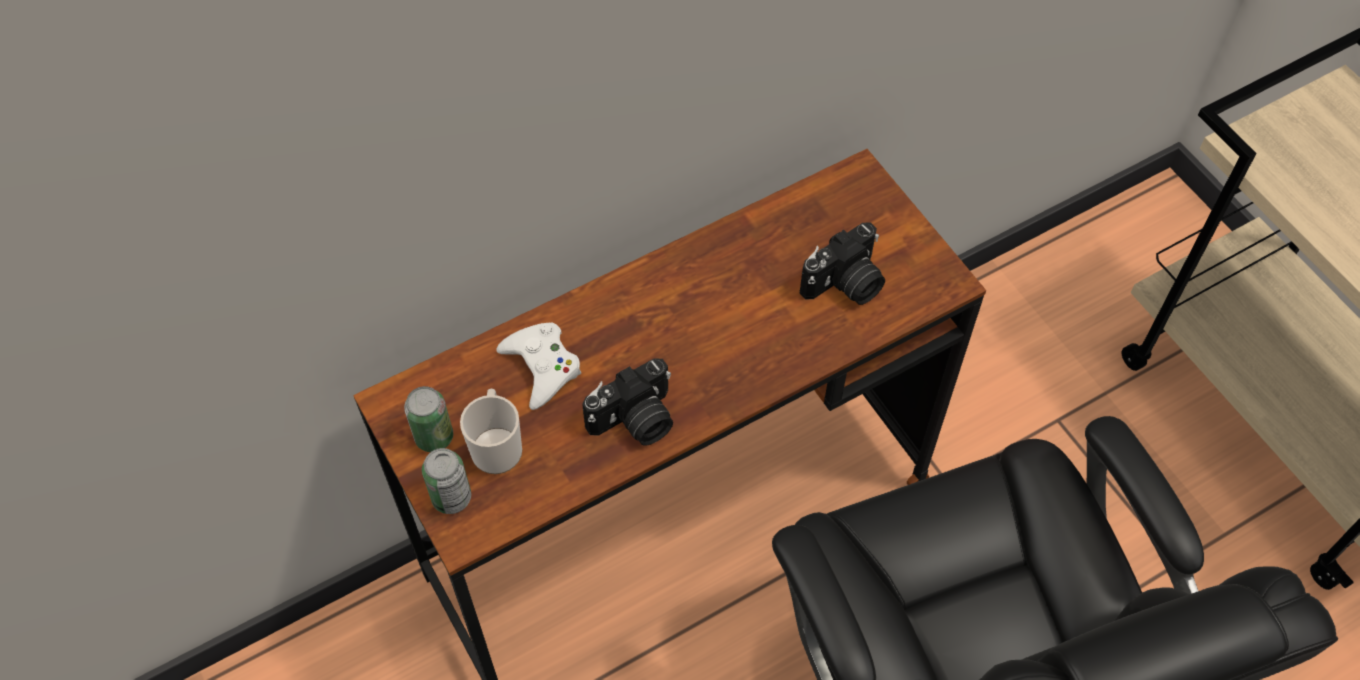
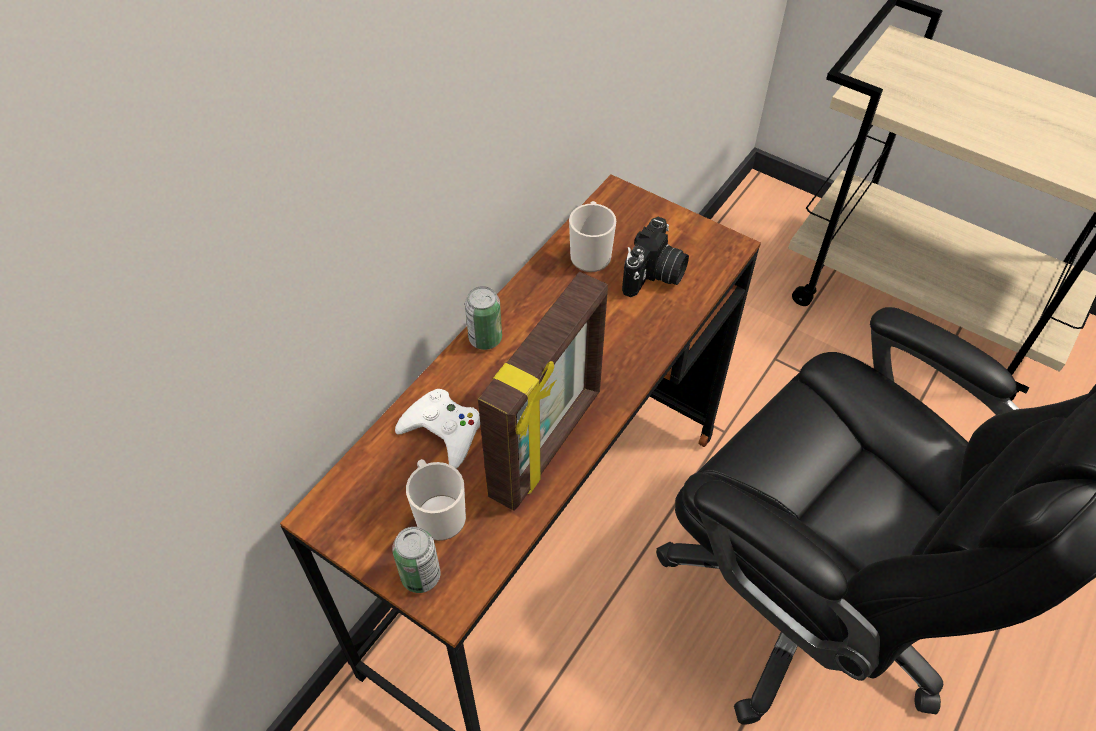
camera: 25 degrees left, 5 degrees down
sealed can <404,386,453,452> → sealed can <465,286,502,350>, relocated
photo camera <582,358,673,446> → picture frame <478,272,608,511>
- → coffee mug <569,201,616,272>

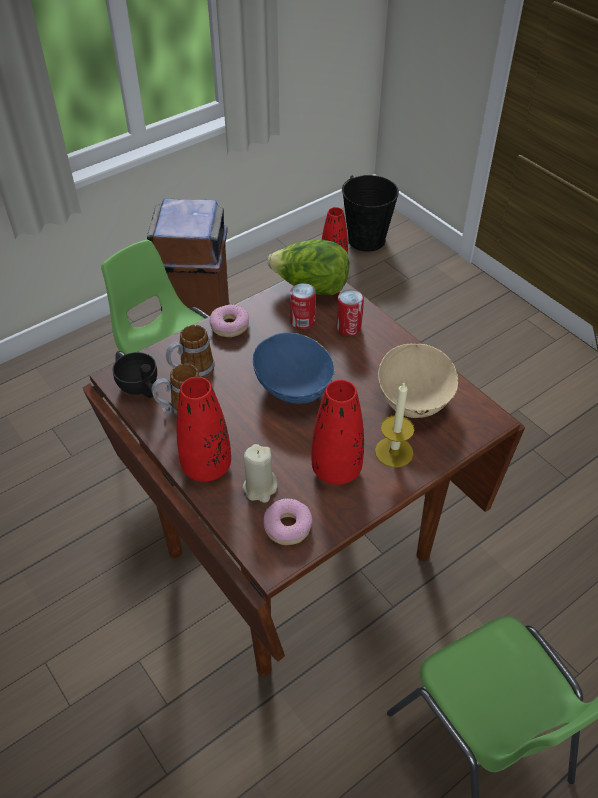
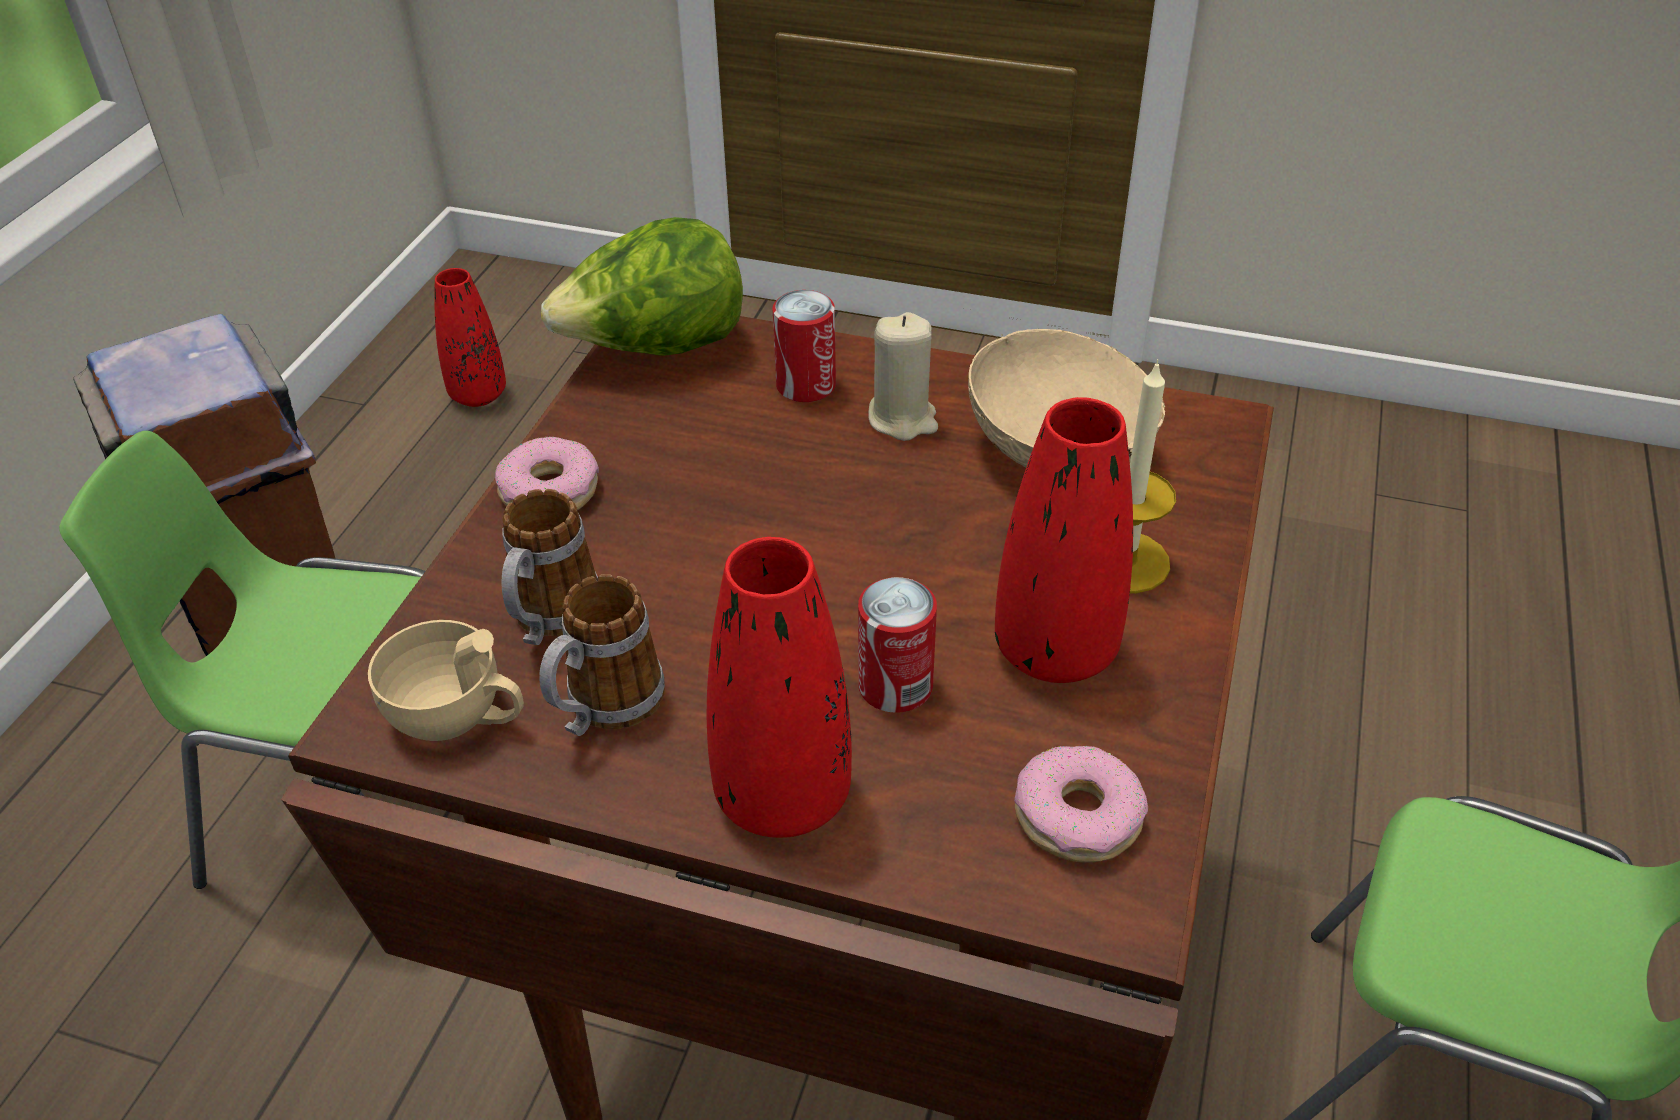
camera: 35 degrees left, 5 degrees down
blackish drinking cup <113,352,157,398> → beige-coloured drinking cup <368,620,524,741>
sealed can <290,283,316,329> → sealed can <858,577,937,713>, relocated
beige-coloured wax light <243,444,277,503> → beige-coloured wax light <868,312,938,441>, relocated
blue-coloured serving bowl <253,333,335,404> → -
blackish water bucket <342,175,399,252> → -

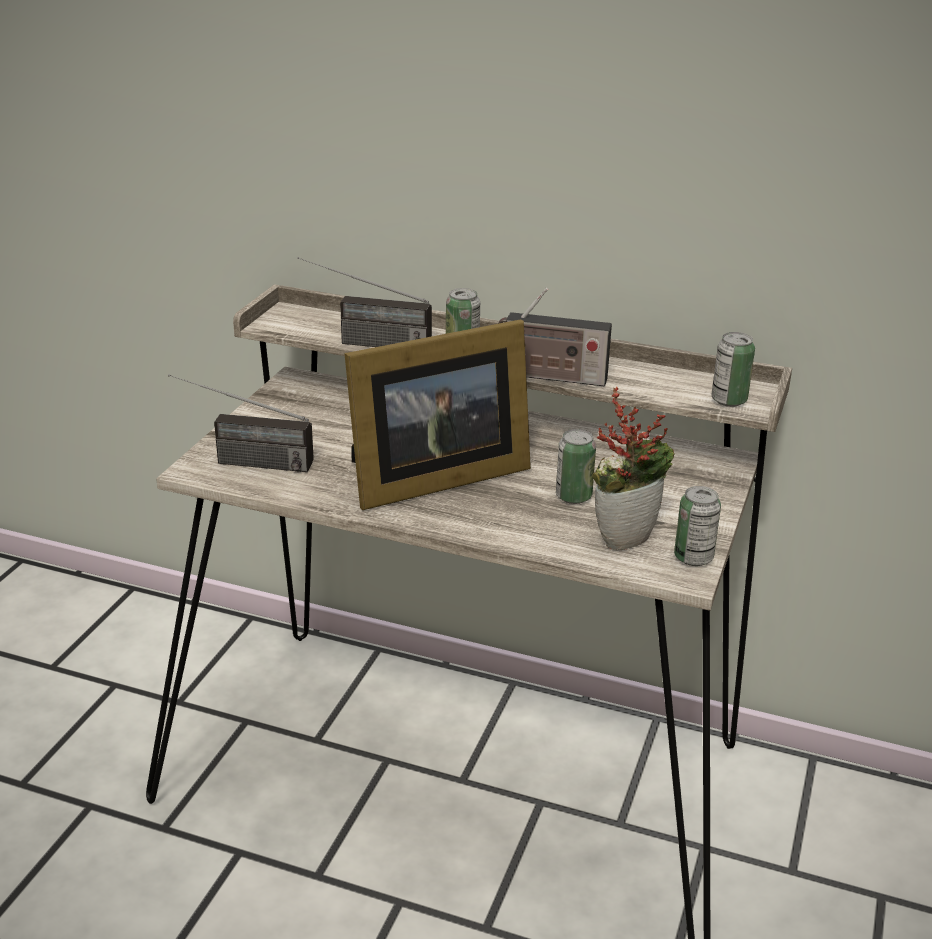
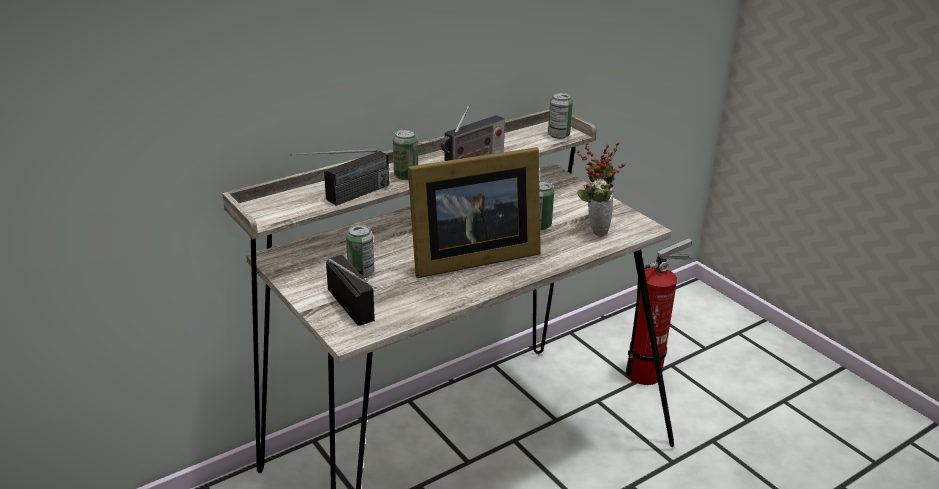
camera: 55 degrees left, 0 degrees up
radio set <168,374,314,472> → radio set <326,255,376,326>, 75 degrees counterclockwise
sealed can <674,486,721,566> → sealed can <346,225,374,278>, relocated
picture frame <344,319,531,510> → picture frame <408,147,541,278>, 60 degrees clockwise
- → extinguisher <625,238,692,385>

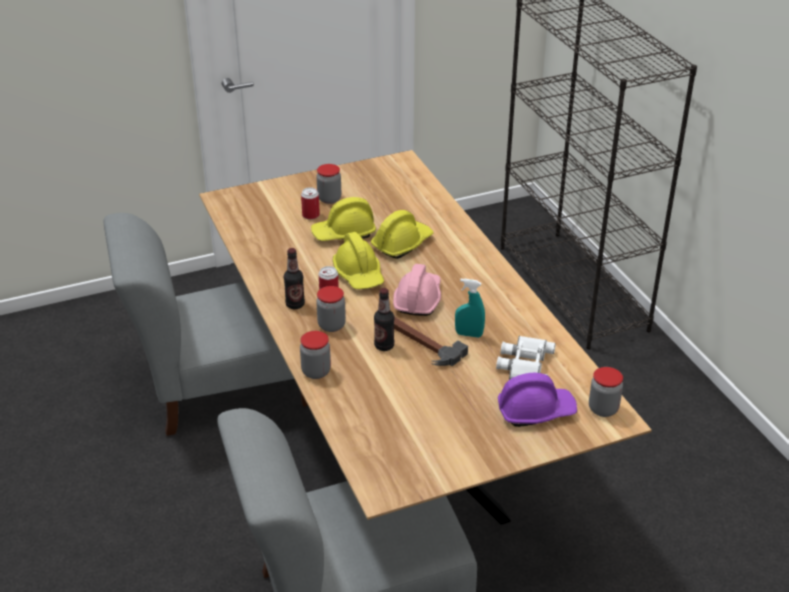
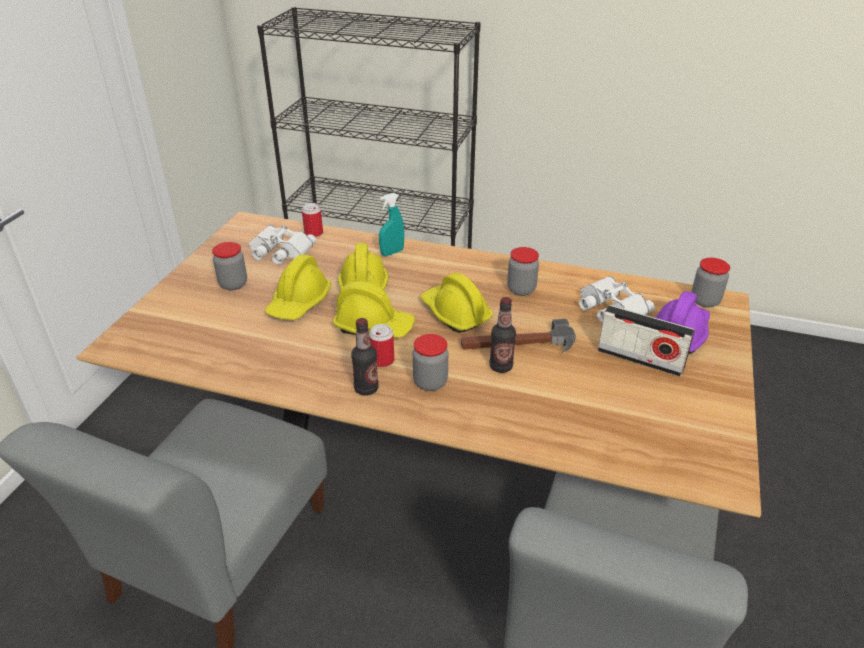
camera: 50 degrees left, 0 degrees up
- → white binoculars <249,225,316,265>
sealed can <301,187,320,220> → sealed can <302,203,323,237>, relocated
blue-green hand sprayer <455,278,485,338> → blue-green hand sprayer <379,193,404,256>, relocated
pinkish work helmet <393,264,441,316> → yellow-coloured work helmet <420,273,493,333>
storage jar <300,331,331,379> → storage jar <507,247,539,296>, relocated
- → radio set <598,305,695,377>

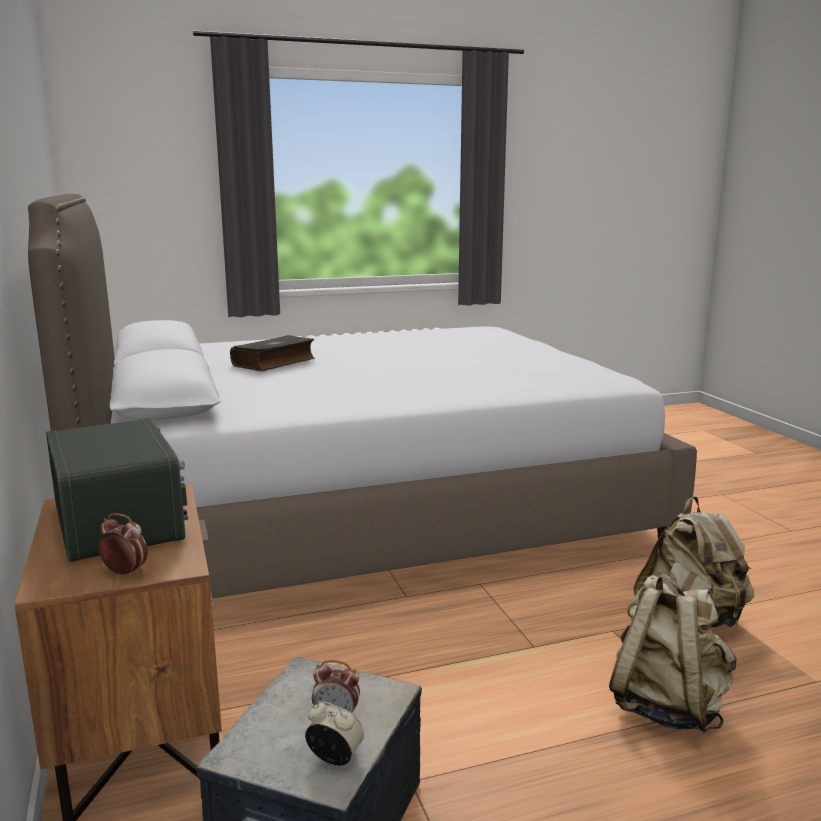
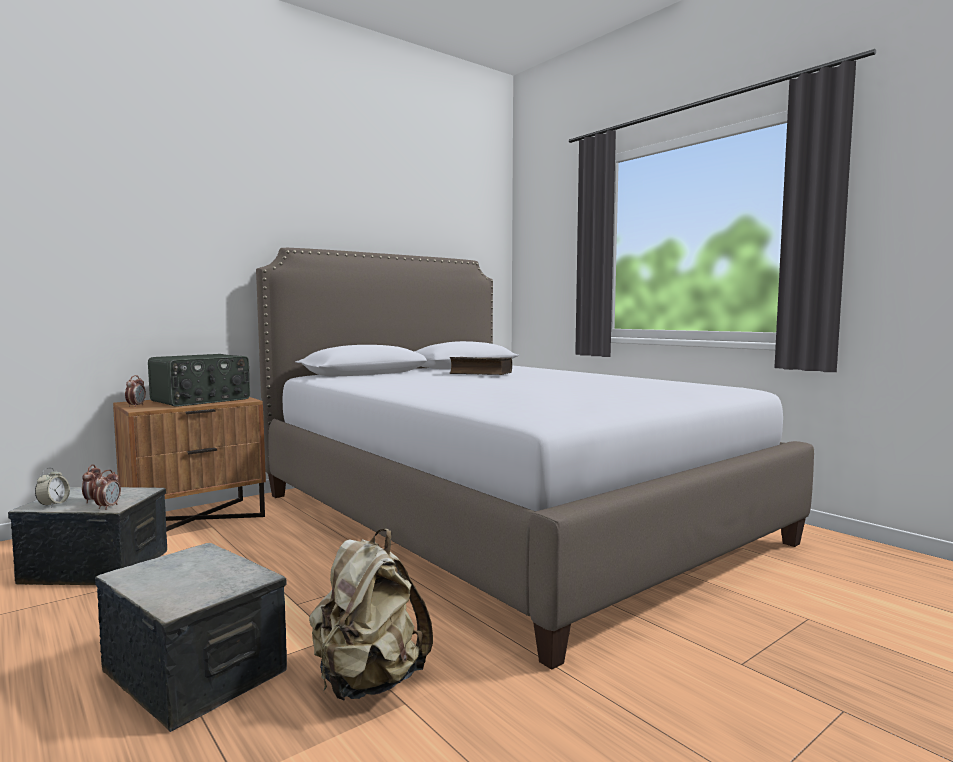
camera: 70 degrees right, 10 degrees down
- → alarm clock <93,470,121,510>
beige-coloured backpack <609,573,736,732> → storage container <95,543,287,732>

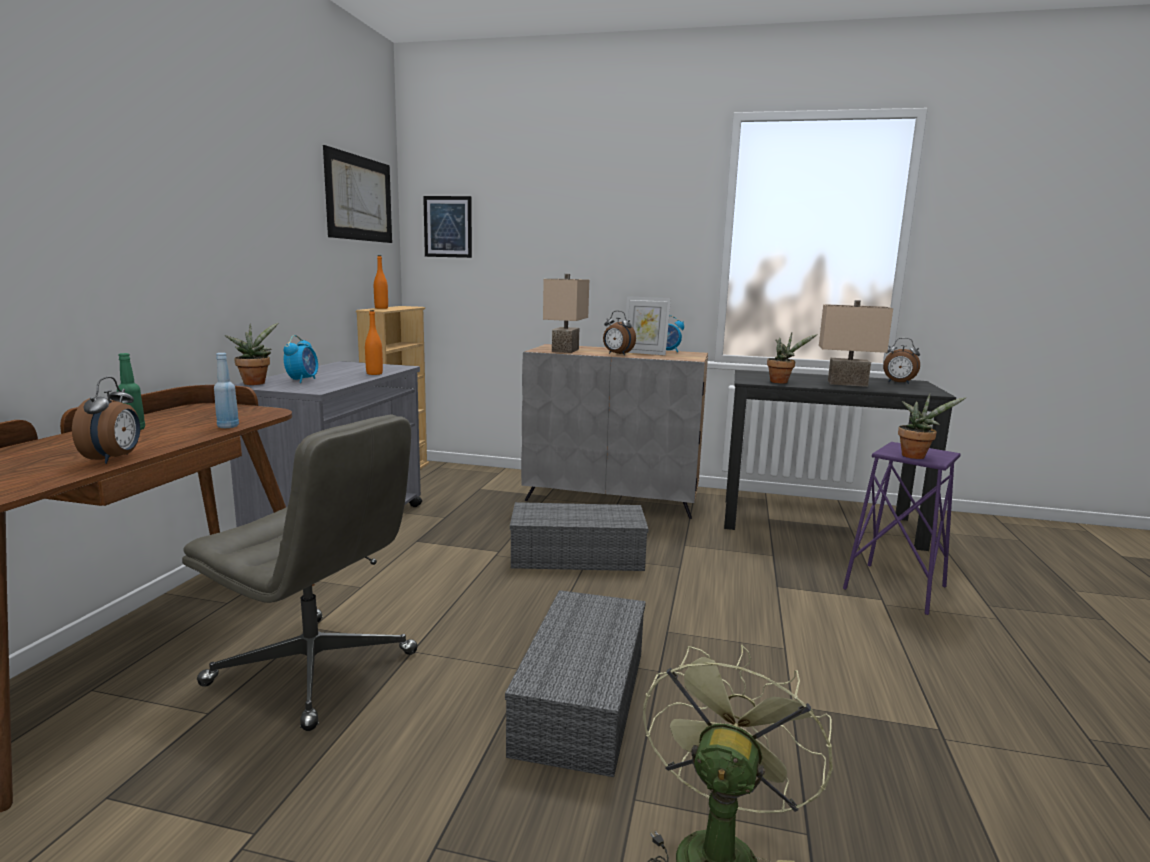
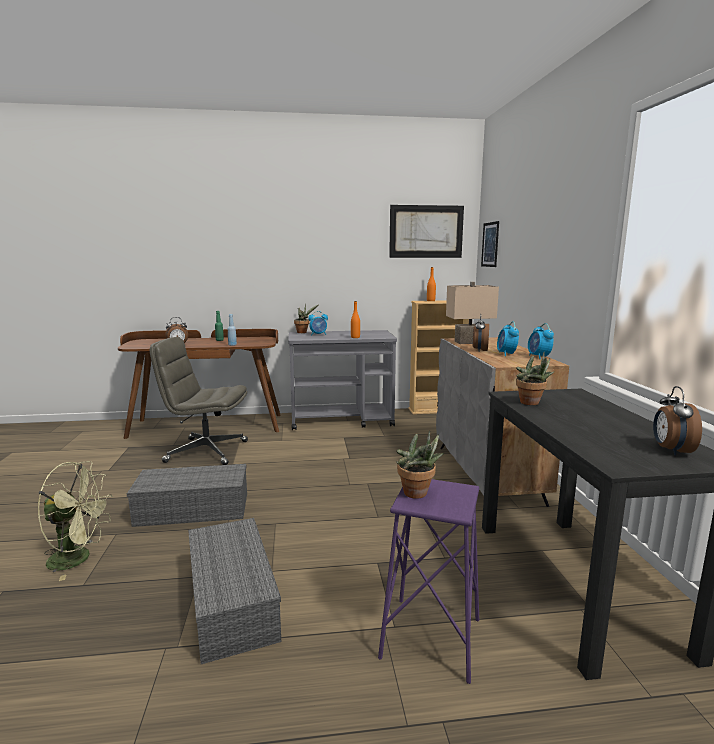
camera: 70 degrees right, 0 degrees up
greyish computer chair <182,414,418,731> → greyish computer chair <150,337,248,465>, 90 degrees clockwise
greyish storage container <510,502,648,571> → greyish storage container <188,518,281,664>, relocated
picture frame <625,296,671,355> → alarm clock <497,321,519,356>
beige-coloured lamp for a table <819,300,893,387> → -

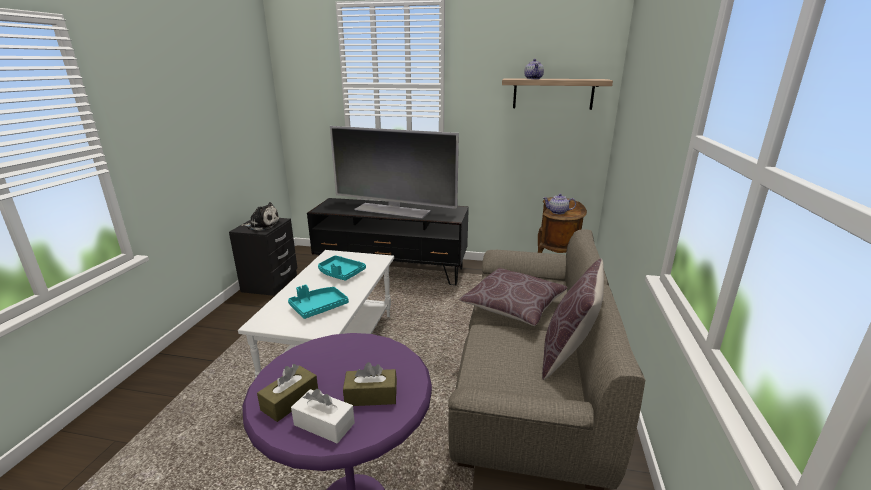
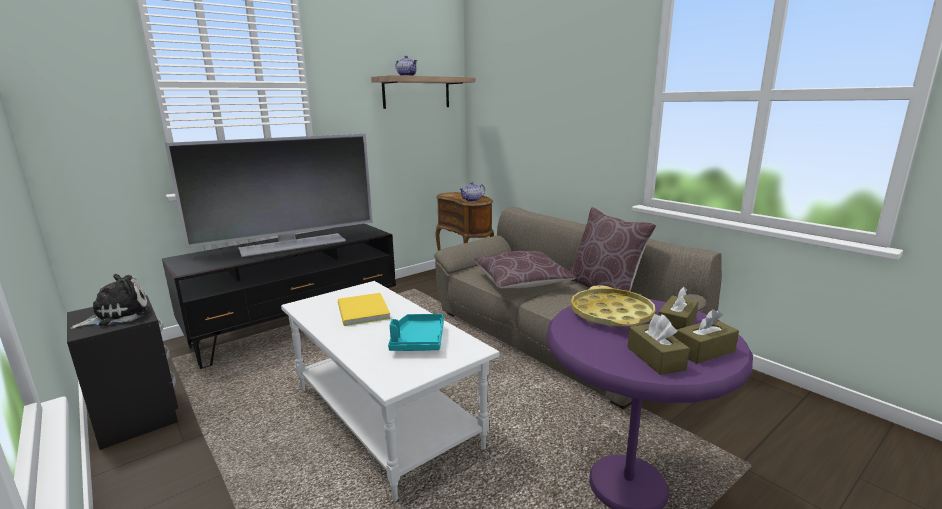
camera: 50 degrees left, 5 degrees down
blue-green carrying tray <318,255,366,281> → yellow-coloured book <338,293,391,326>
- → yellow-coloured carrying tray <571,286,655,327>
white tissue holder <291,389,355,443> → brownish tissue holder <675,309,739,364>

